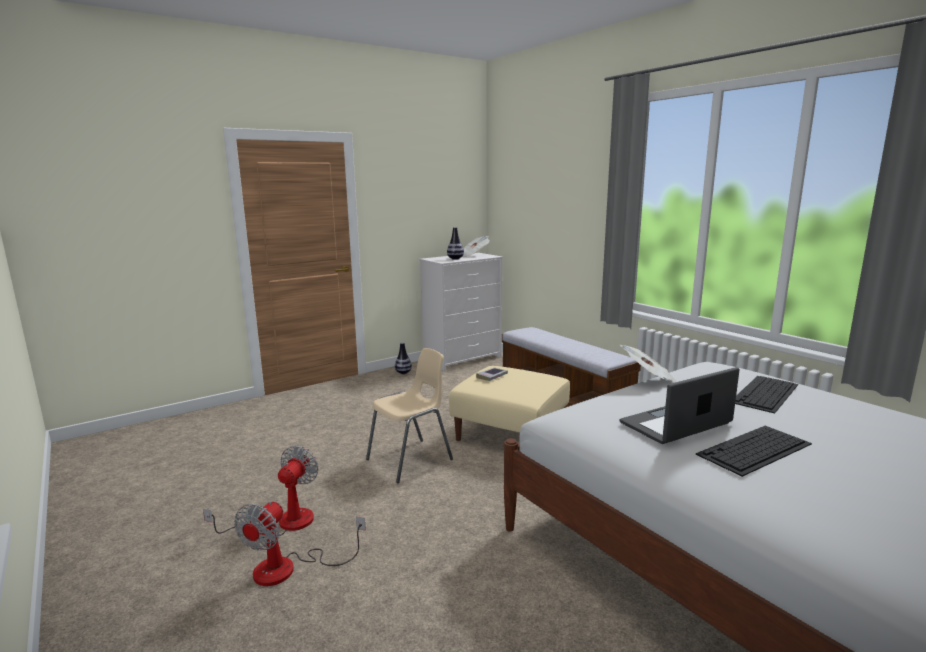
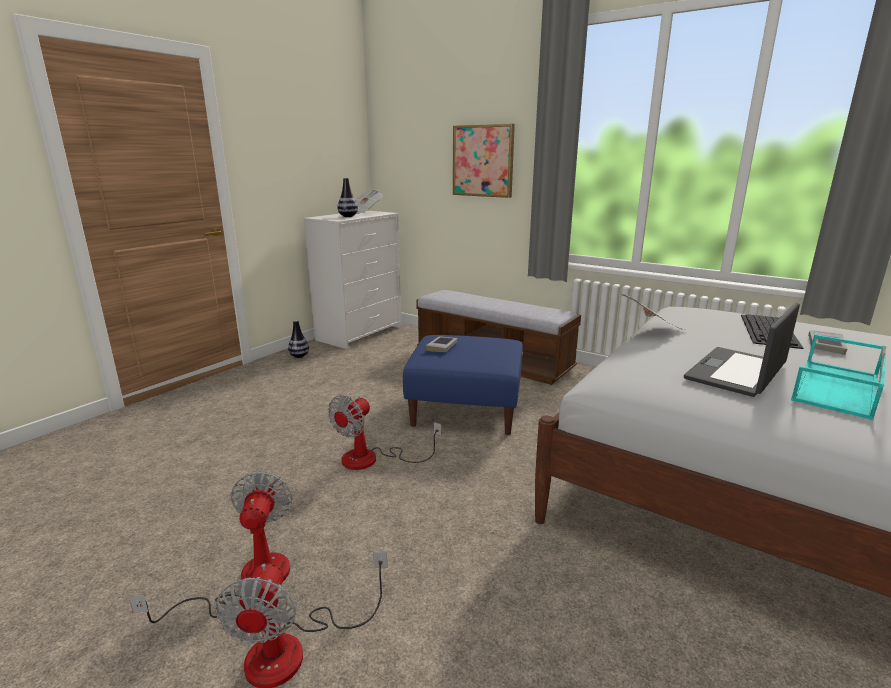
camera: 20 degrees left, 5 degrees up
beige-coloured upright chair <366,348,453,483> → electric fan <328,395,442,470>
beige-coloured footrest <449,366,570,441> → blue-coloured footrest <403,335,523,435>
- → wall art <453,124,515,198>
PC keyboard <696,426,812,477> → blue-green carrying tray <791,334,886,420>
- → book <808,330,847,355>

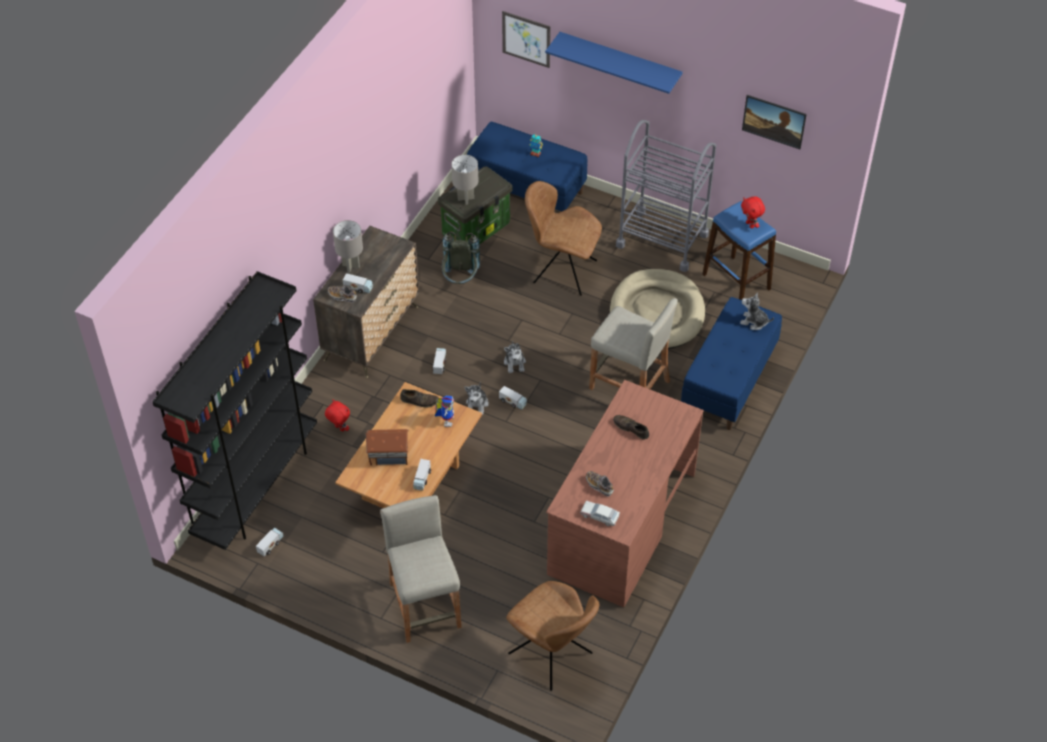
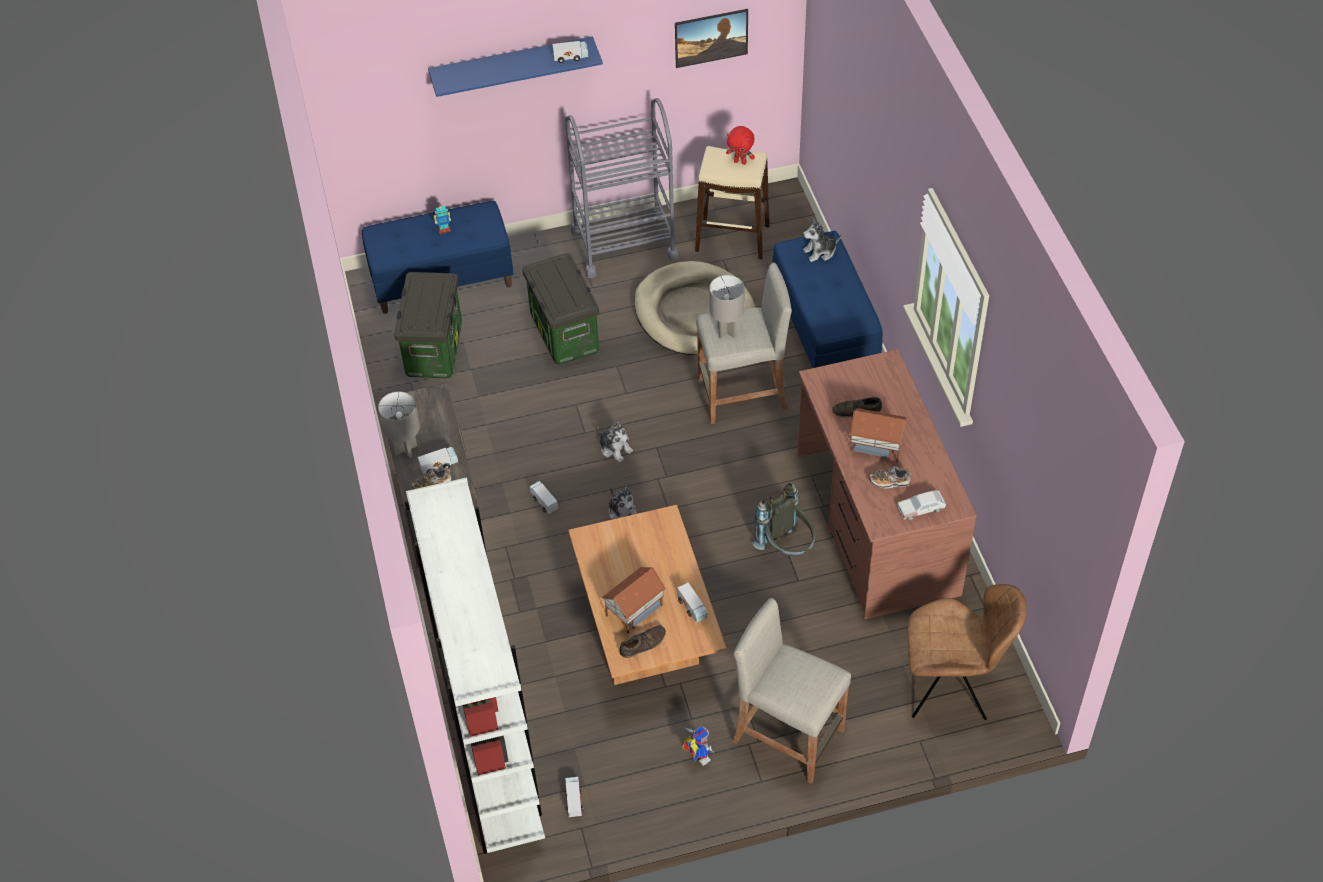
camera: 40 degrees left, 0 degrees up
blackish bookcase <152,271,317,550> → white bookcase <404,477,545,854>
brownish upright chair <525,181,602,296> → storage container <522,253,599,365>
toy truck <499,386,527,410> → toy truck <552,41,588,63>, relocated
brownish shoe <400,389,439,408> → brownish shoe <619,625,666,658>, relocated
robot figure <435,395,454,427> → robot figure <682,726,715,766>, relocated
blue-coloured sitting stool <702,201,776,300> → beige-coloured sitting stool <695,146,770,259>
greyish lamp for a table <451,155,479,205> → greyish lamp for a table <709,275,745,339>, relocated
greyish backpack <442,231,480,284> → greyish backpack <752,483,816,556>, relocated
- → miniature house <849,408,908,462>
red-coloured soft toy <325,399,350,432> → -
wall art <502,11,551,68> → -

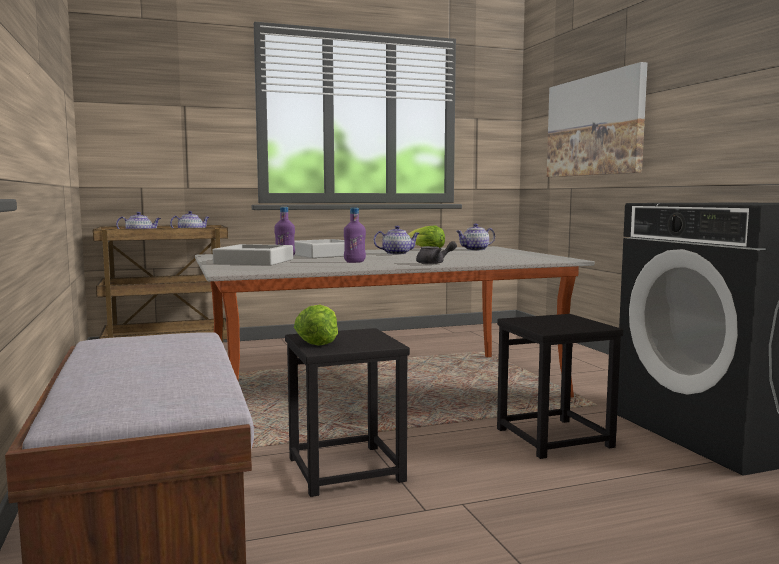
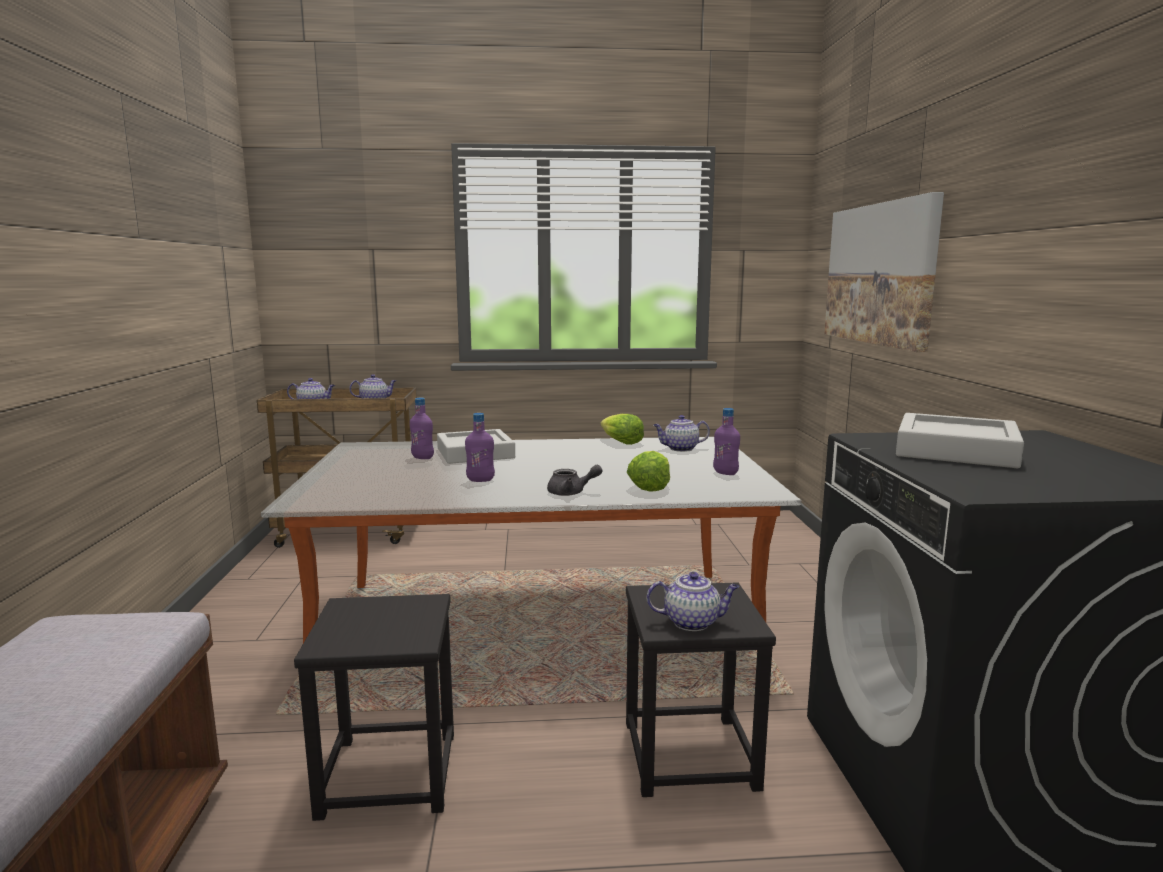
camera: 15 degrees right, 5 degrees up
lettuce <294,305,338,346> → lettuce <627,451,670,492>, relocated
teapot <374,226,420,255> → teapot <647,572,739,631>, relocated
- → purplish drink bottle <713,408,740,475>
greyish carrying tray <213,244,293,266> → greyish carrying tray <896,413,1024,468>, relocated

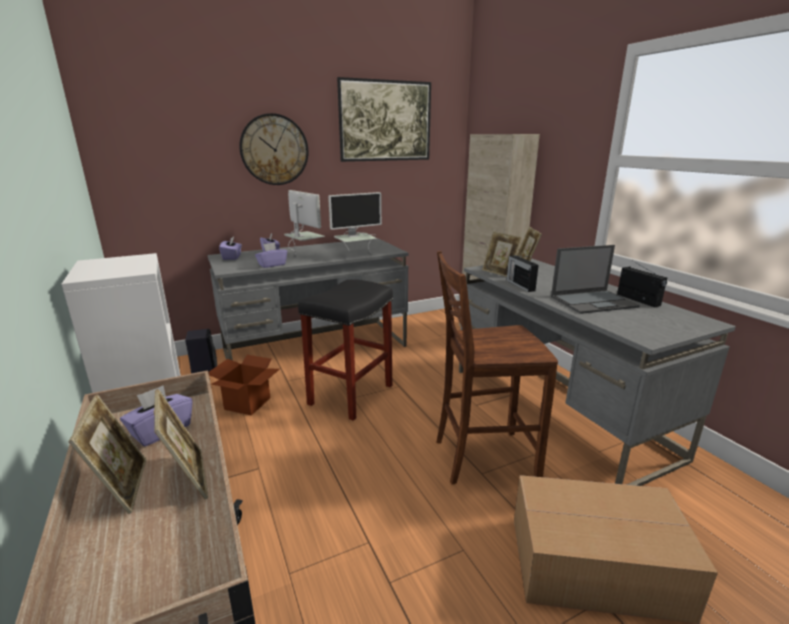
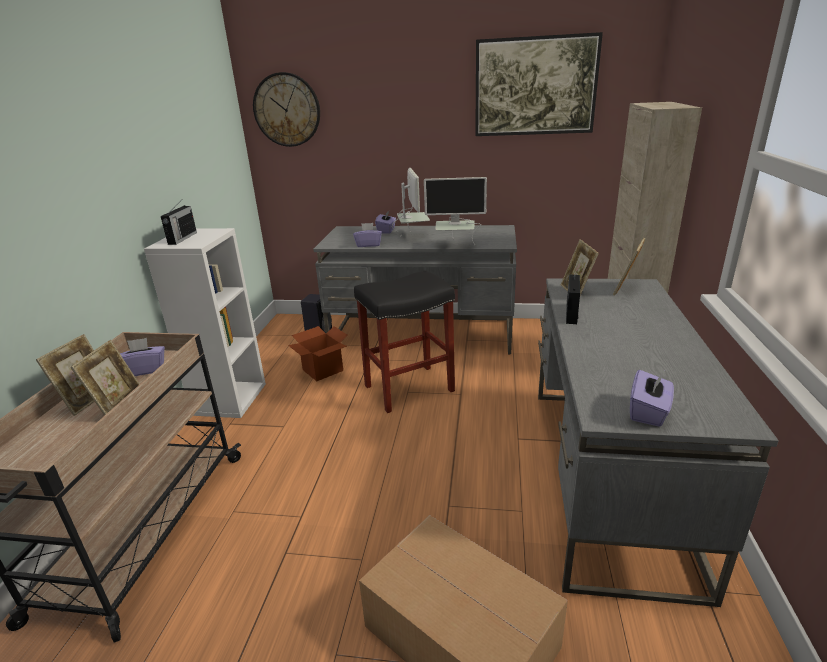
camera: 35 degrees right, 5 degrees up
radio set <617,261,668,307> → radio set <161,201,197,245>, relocated
wall clock <239,113,309,185> → wall clock <253,72,320,147>, relocated
purplish tissue holder <219,237,242,260> → purplish tissue holder <630,370,674,427>, relocated
brownish upright chair <436,251,558,485> → -
portable computer <551,245,640,314> → -

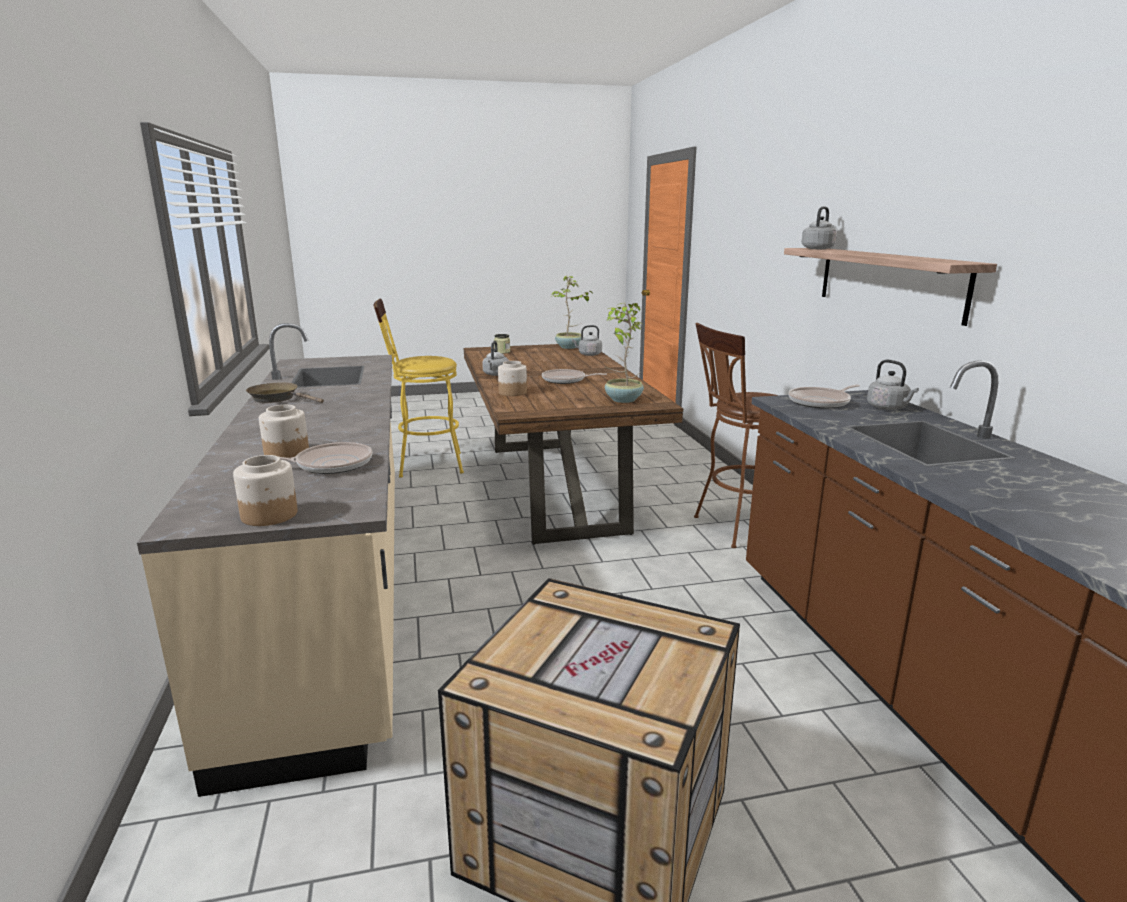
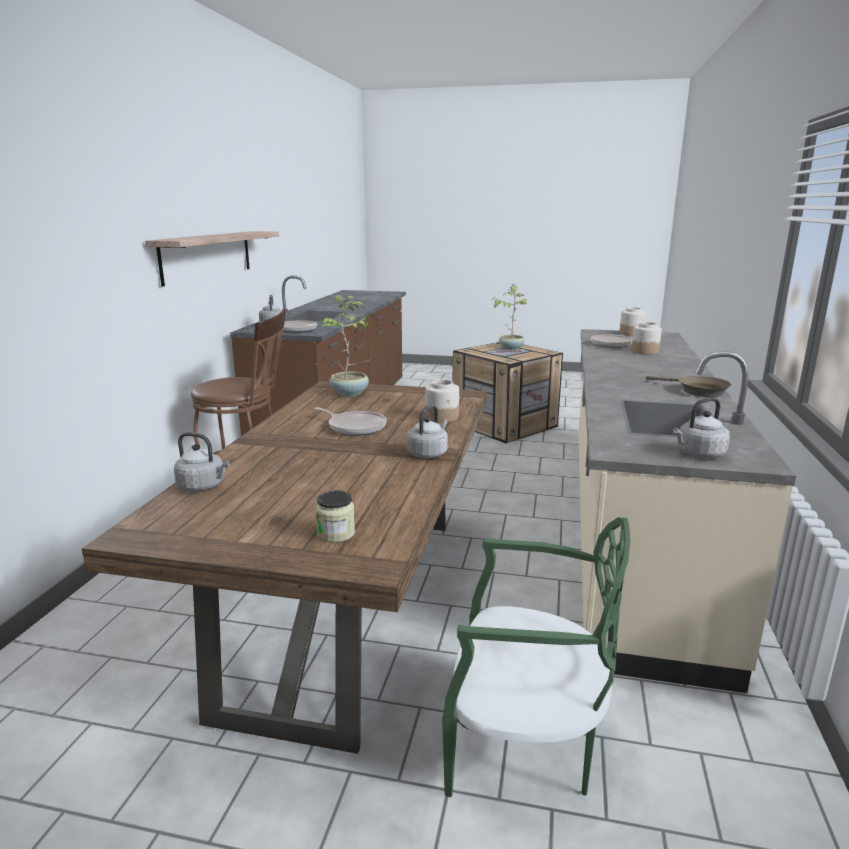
camera: 155 degrees left, 0 degrees up
yellow-coloured sitting stool <373,299,464,478> → green-coloured upright chair <442,517,631,797>
plant in a pot <551,276,593,349> → plant in a pot <491,284,527,350>, relocated
greyish kettle <802,206,837,249> → greyish kettle <673,397,730,458>, relocated

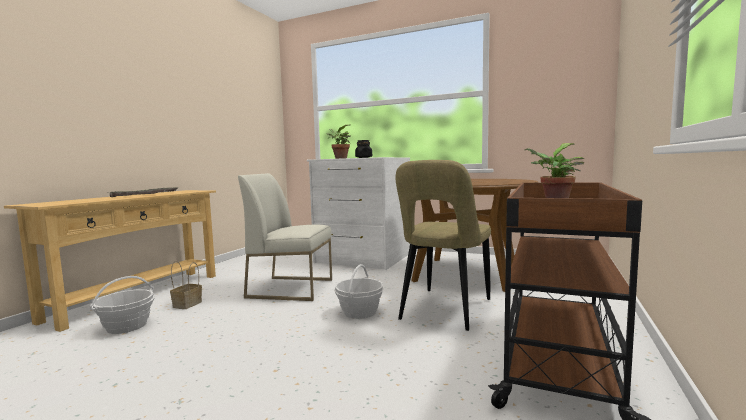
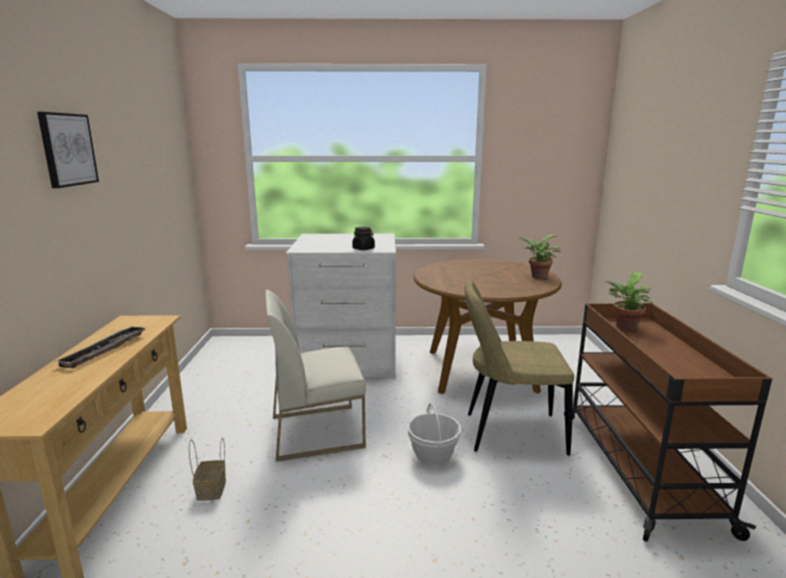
camera: 25 degrees left, 10 degrees up
- → wall art <37,112,99,188>
beige-coloured upright chair <396,160,491,331> → beige-coloured upright chair <464,281,574,455>, 90 degrees clockwise
plant in a pot <327,125,351,159> → plant in a pot <519,235,561,278>, relocated
household basket <90,276,155,334> → -

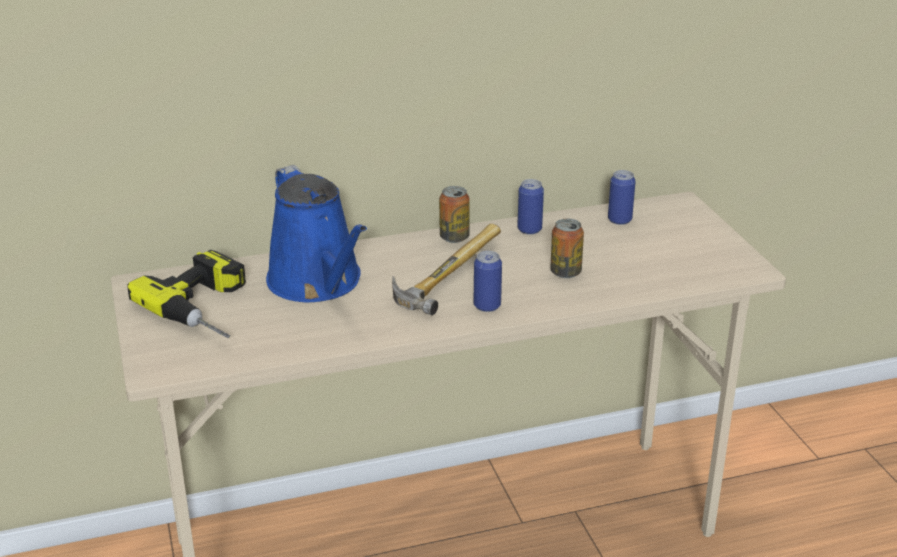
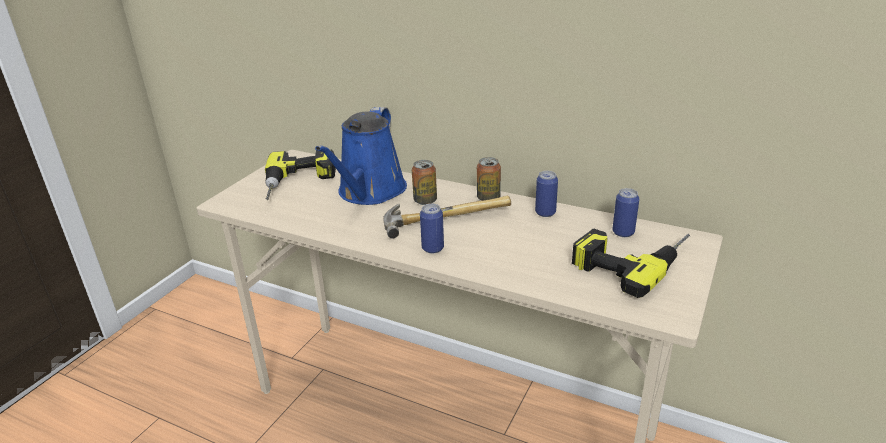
camera: 45 degrees right, 0 degrees up
sealed can <550,219,584,278> → sealed can <412,160,437,205>, relocated
- → power drill <572,229,690,298>

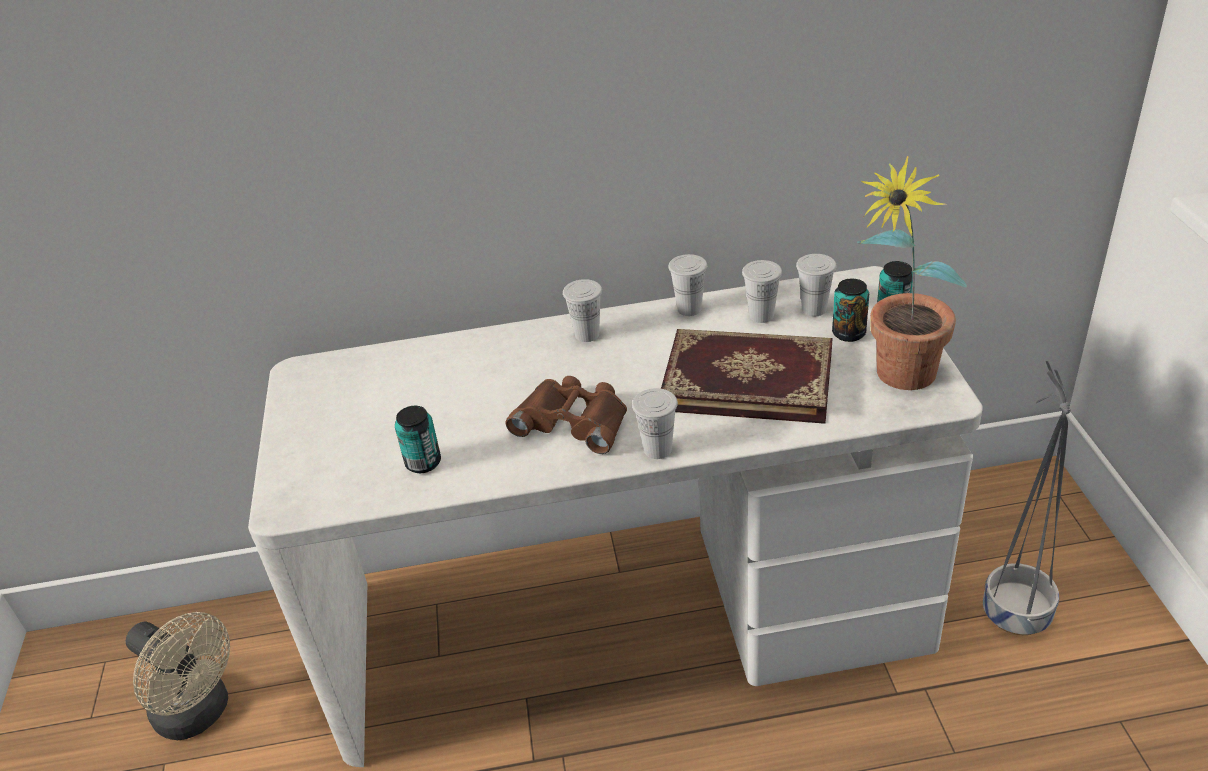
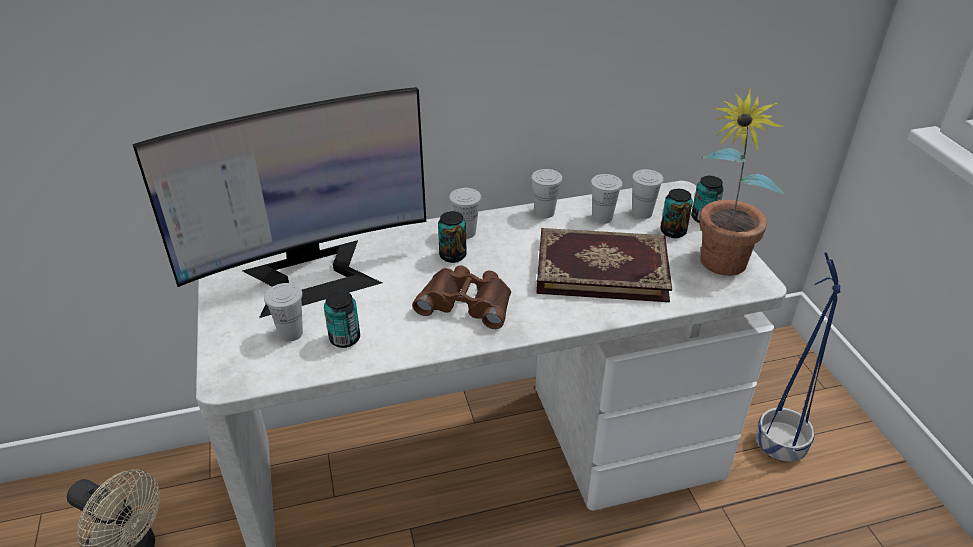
camera: 10 degrees left, 0 degrees up
- → computer display <133,87,426,318>
white drinking cup <632,388,678,459> → white drinking cup <264,283,303,342>, relocated
- → sealed can <438,211,467,263>
greyish plant pot <983,361,1071,635> → blue-coloured plant pot <756,252,841,462>

